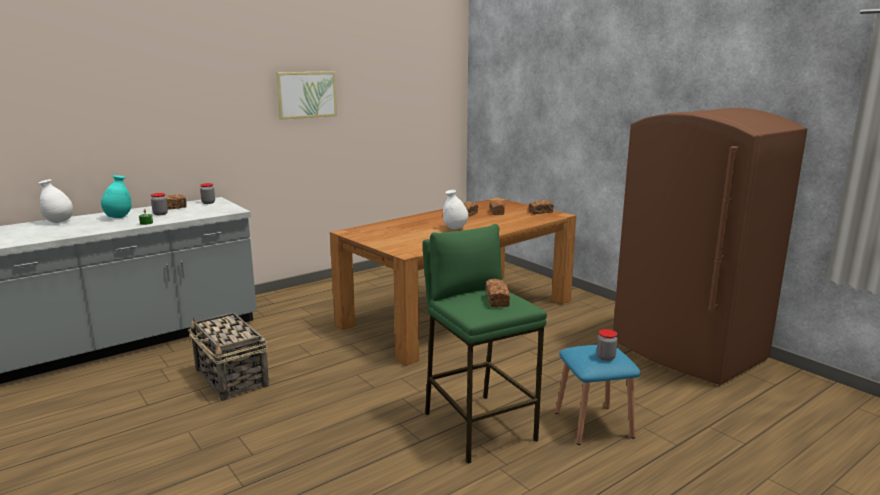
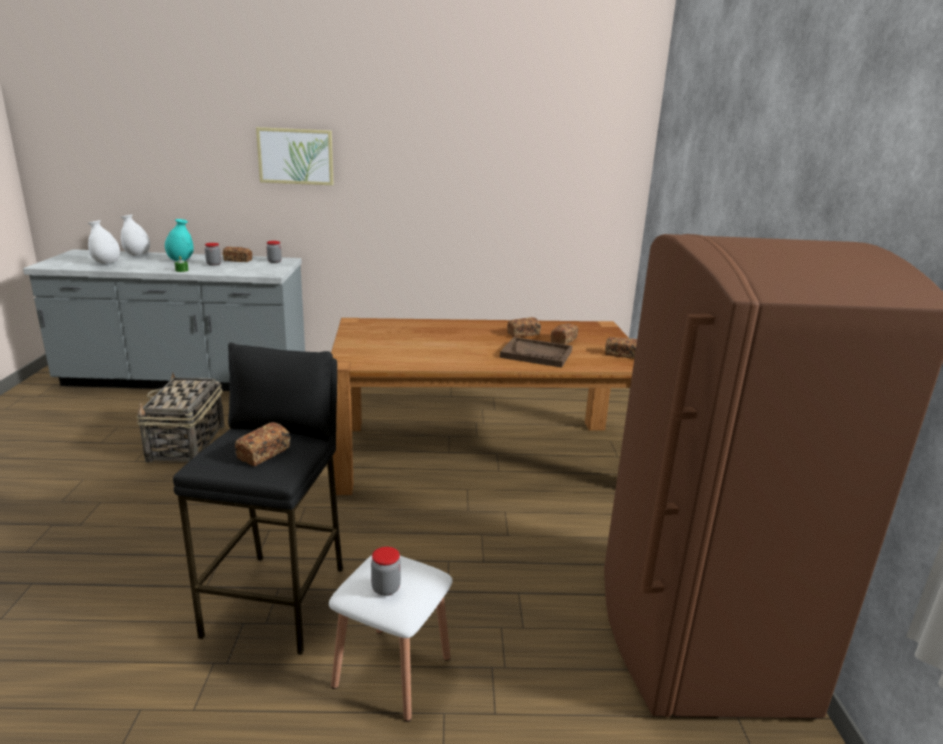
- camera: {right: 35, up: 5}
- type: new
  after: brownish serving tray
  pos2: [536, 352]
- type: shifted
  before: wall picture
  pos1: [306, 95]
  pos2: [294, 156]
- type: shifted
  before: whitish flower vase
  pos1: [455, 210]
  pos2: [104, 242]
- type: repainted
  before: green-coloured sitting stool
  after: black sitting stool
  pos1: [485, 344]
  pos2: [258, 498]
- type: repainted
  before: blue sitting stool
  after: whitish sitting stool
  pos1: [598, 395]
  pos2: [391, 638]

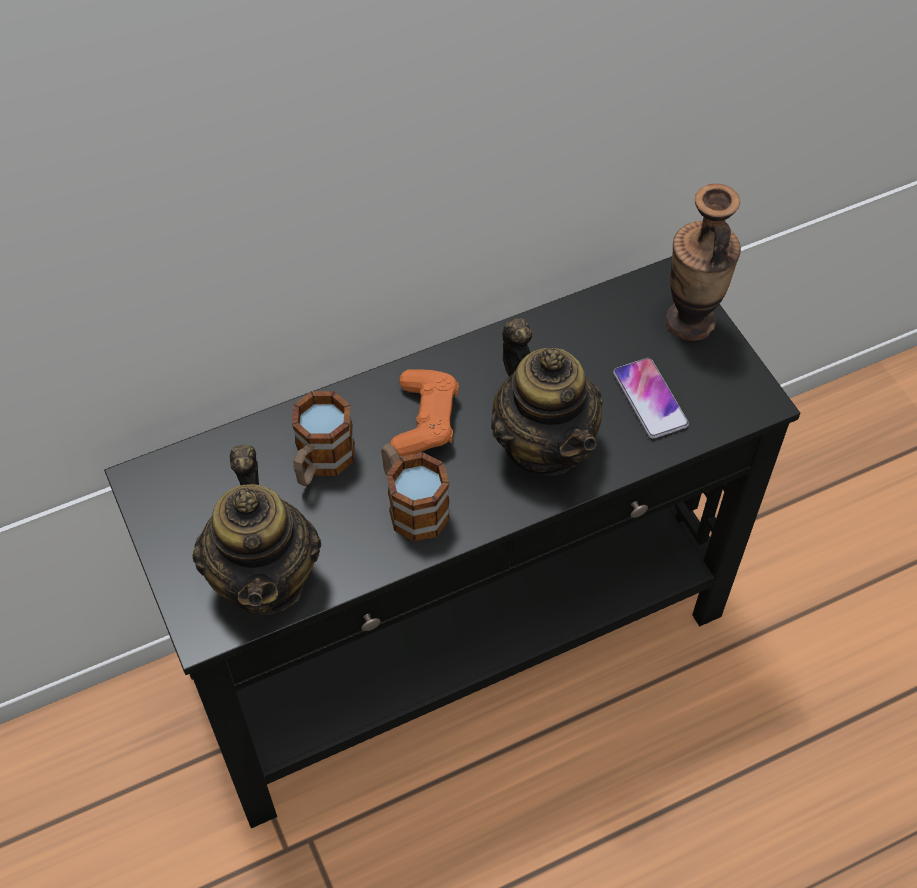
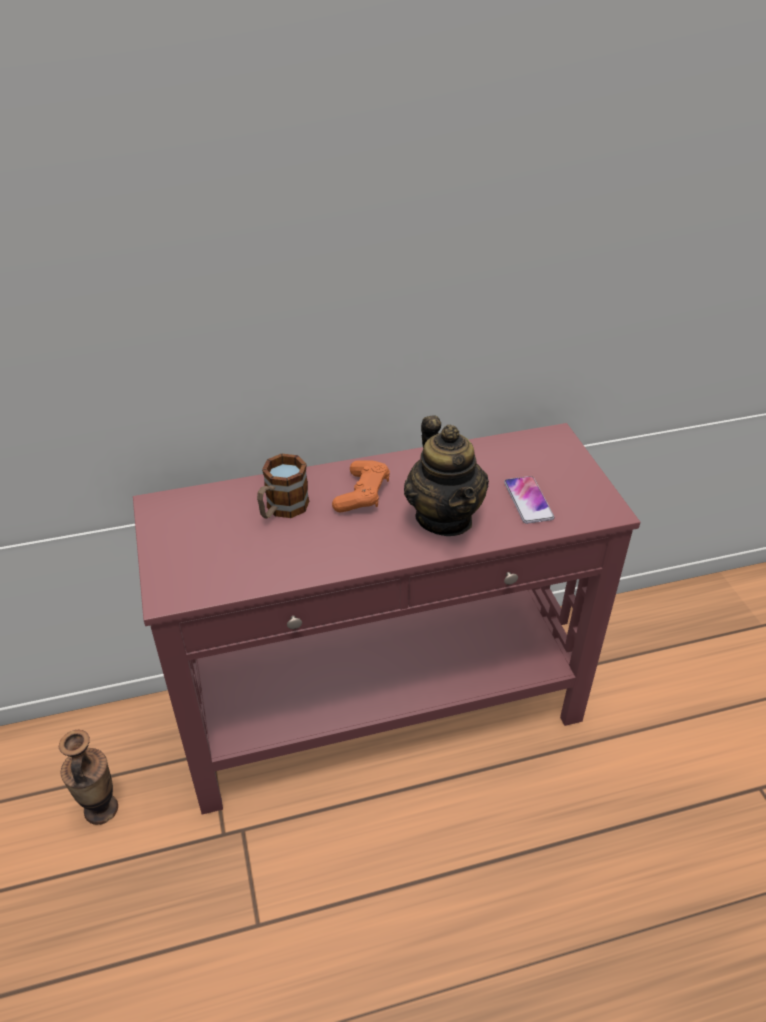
- camera: {right: 10, up: -15}
- type: gone
  before: tea pot
  pos1: [256, 530]
- type: gone
  before: tea mug
  pos1: [415, 492]
- type: shifted
  before: flower vase
  pos1: [703, 262]
  pos2: [88, 777]
- type: repainted
  before: black console table
  after: red-coloured console table
  pos1: [452, 542]
  pos2: [386, 619]

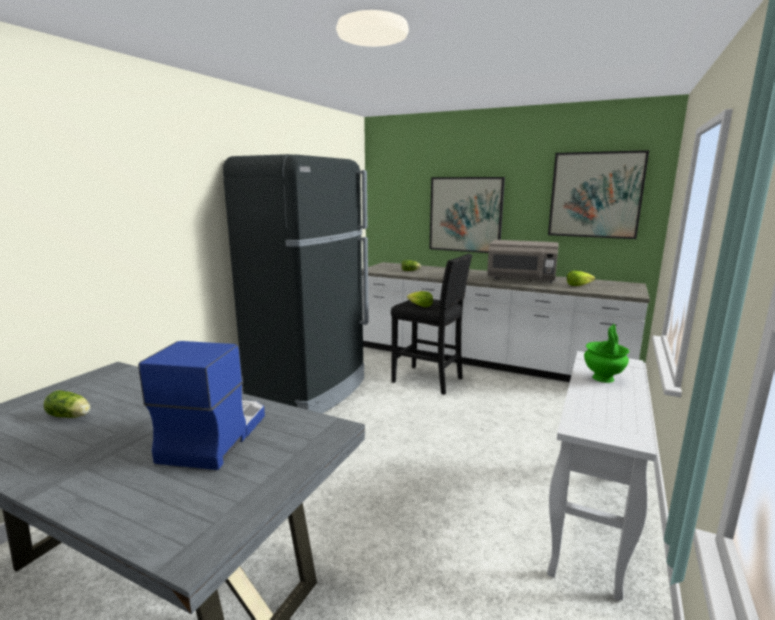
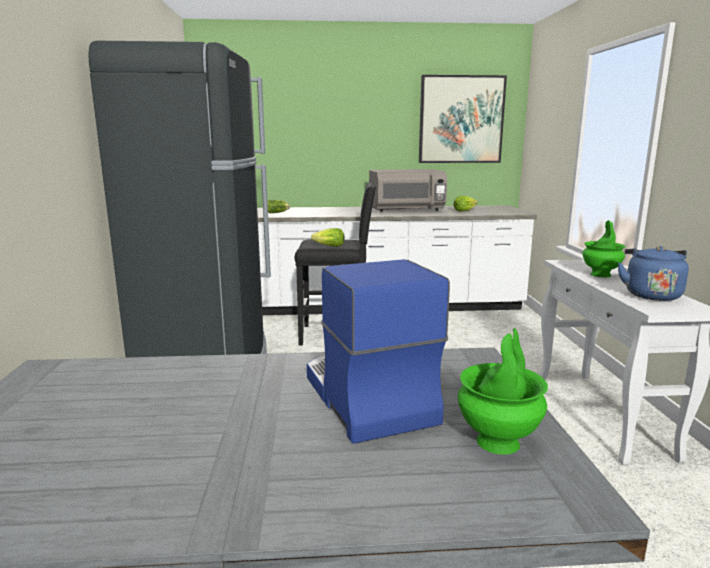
- camera: {right: -30, up: 0}
- type: gone
  before: head of lettuce
  pos1: [66, 404]
- type: gone
  before: wall picture
  pos1: [467, 215]
- type: new
  after: green-coloured flower vase
  pos2: [502, 391]
- type: new
  after: blue kettle
  pos2: [653, 273]

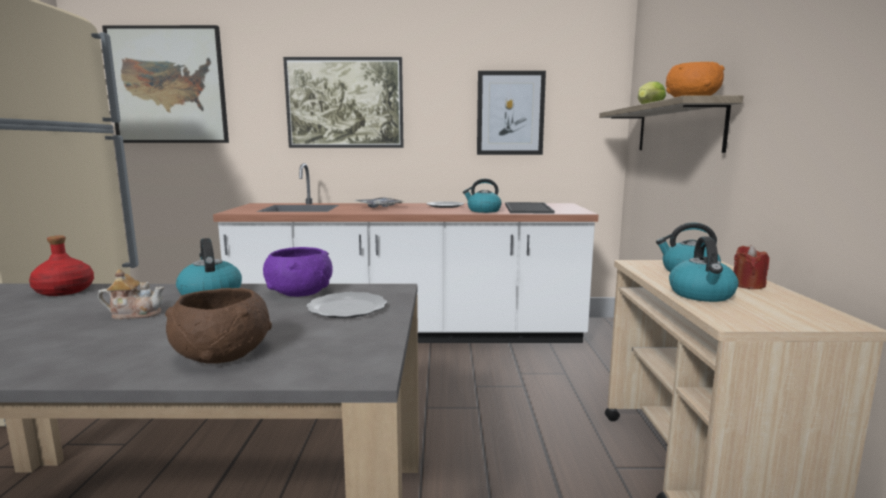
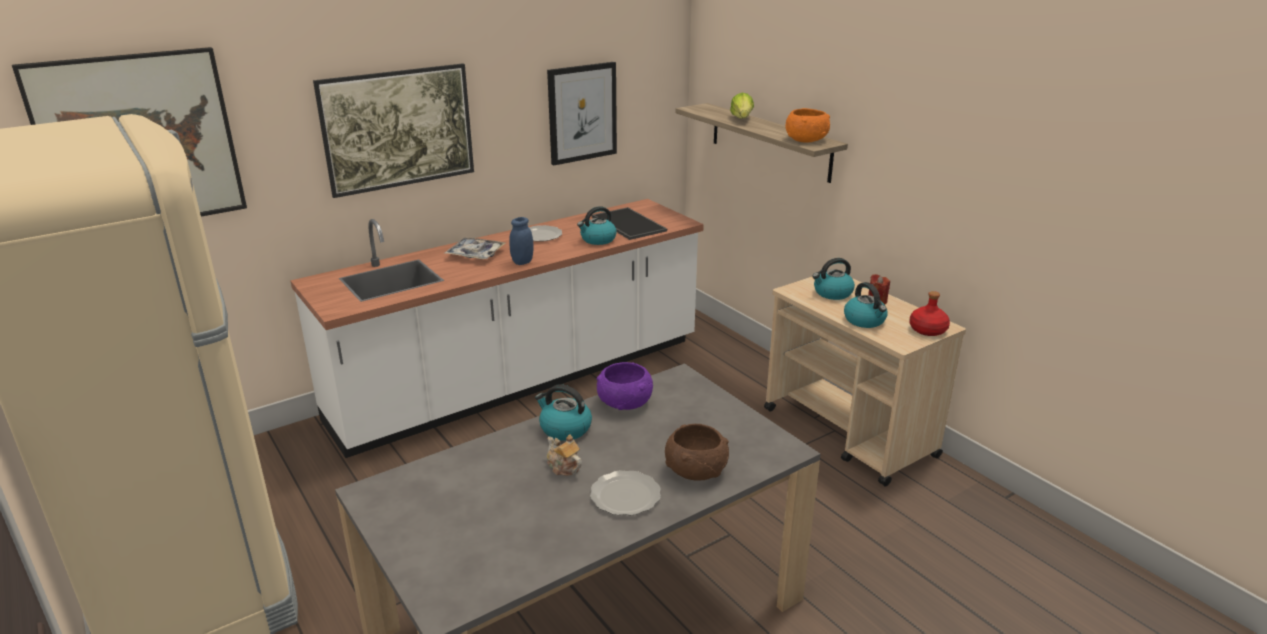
- camera: {right: -35, up: 15}
- type: new
  after: blue storage jar
  pos2: [521, 241]
- type: shifted
  before: red-coloured bottle
  pos1: [61, 266]
  pos2: [929, 313]
- type: shifted
  before: dinner plate
  pos1: [346, 305]
  pos2: [625, 492]
- type: rotated
  before: tea pot
  pos1: [131, 294]
  pos2: [564, 455]
  turn: -90

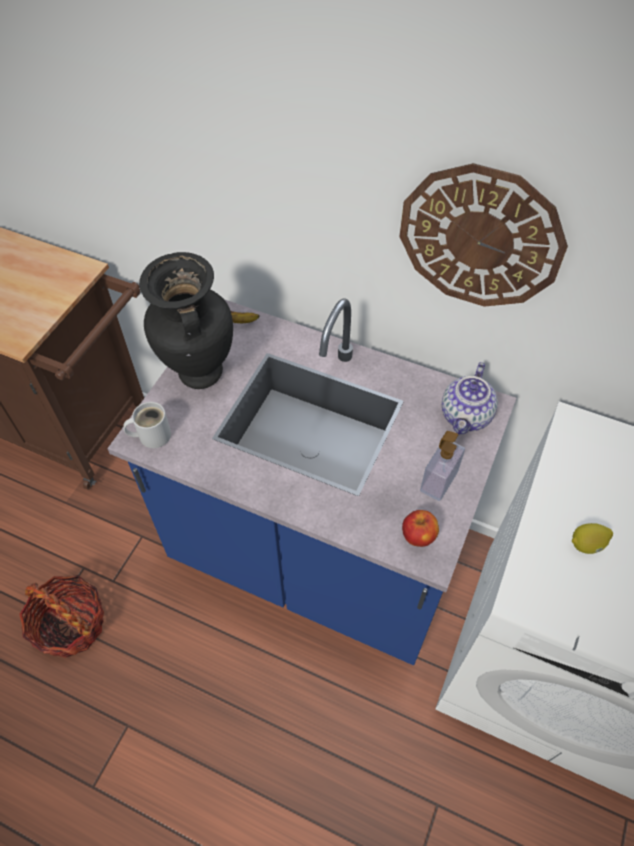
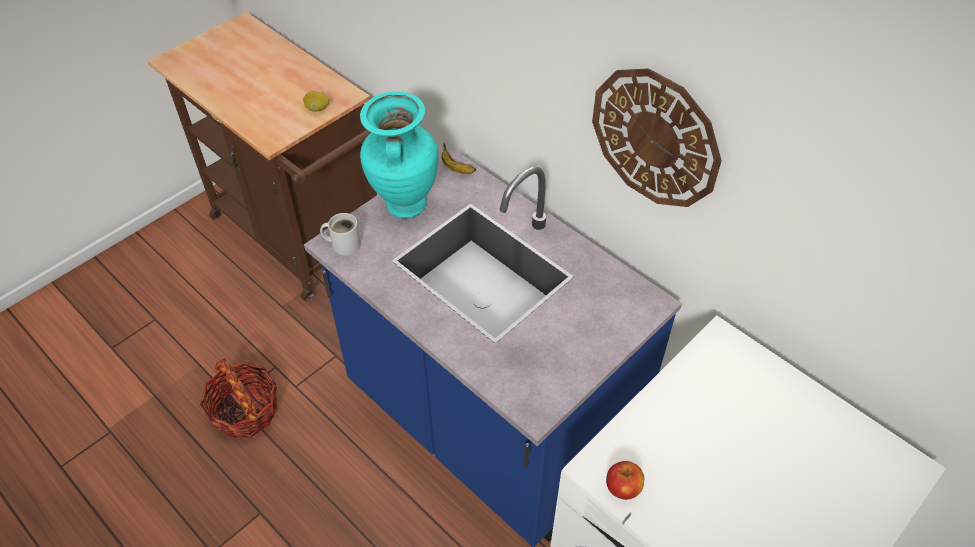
- camera: {right: 20, up: -5}
- type: gone
  before: soap dispenser
  pos1: [442, 466]
- type: gone
  before: tea pot
  pos1: [470, 398]
- type: shifted
  before: apple
  pos1: [420, 528]
  pos2: [625, 480]
- type: shifted
  before: whole lemon
  pos1: [592, 538]
  pos2: [316, 101]
- type: repainted
  before: black flower vase
  after: blue-green flower vase
  pos1: [186, 320]
  pos2: [399, 154]

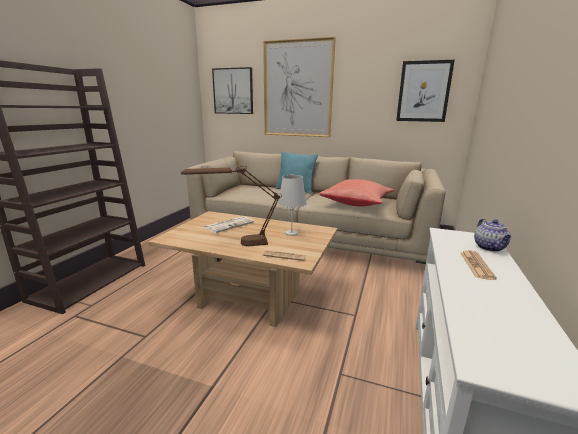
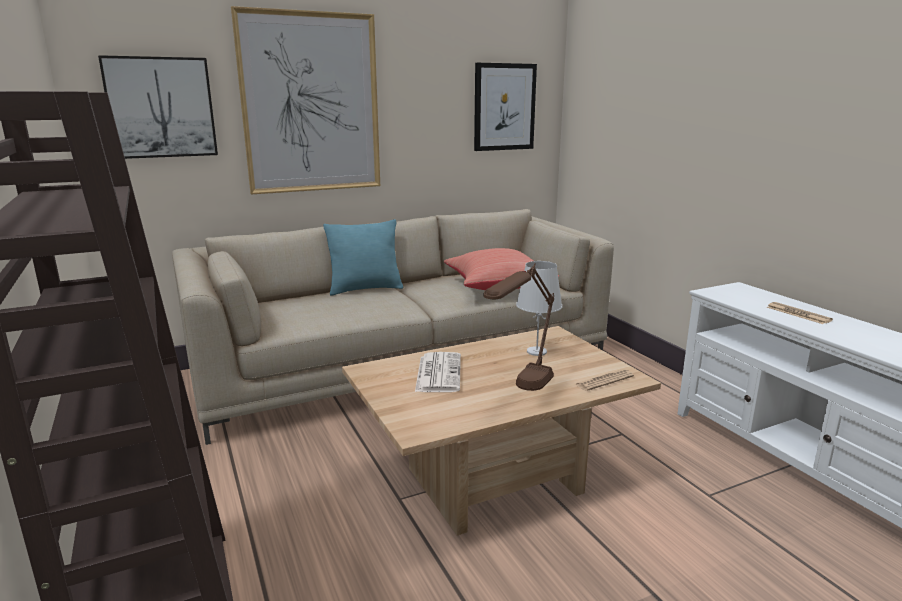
- camera: {right: -45, up: 0}
- type: gone
  before: tea pot
  pos1: [493, 235]

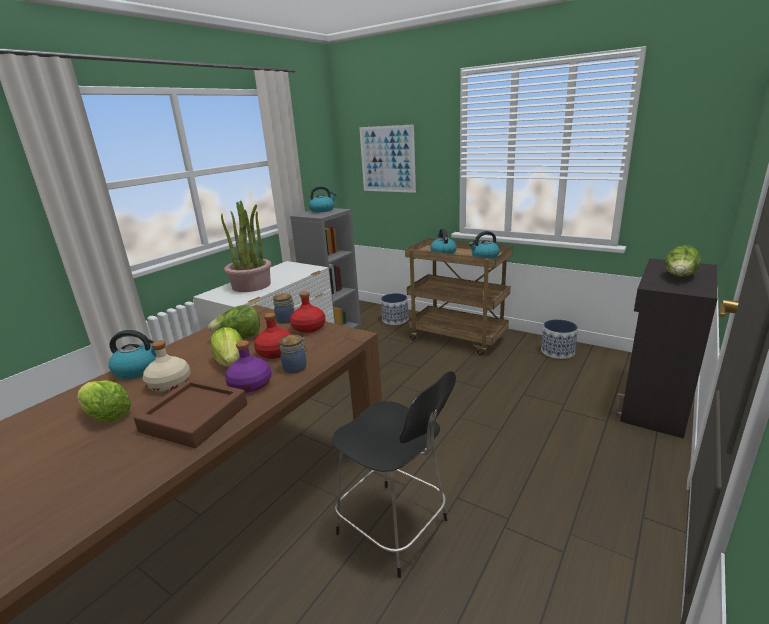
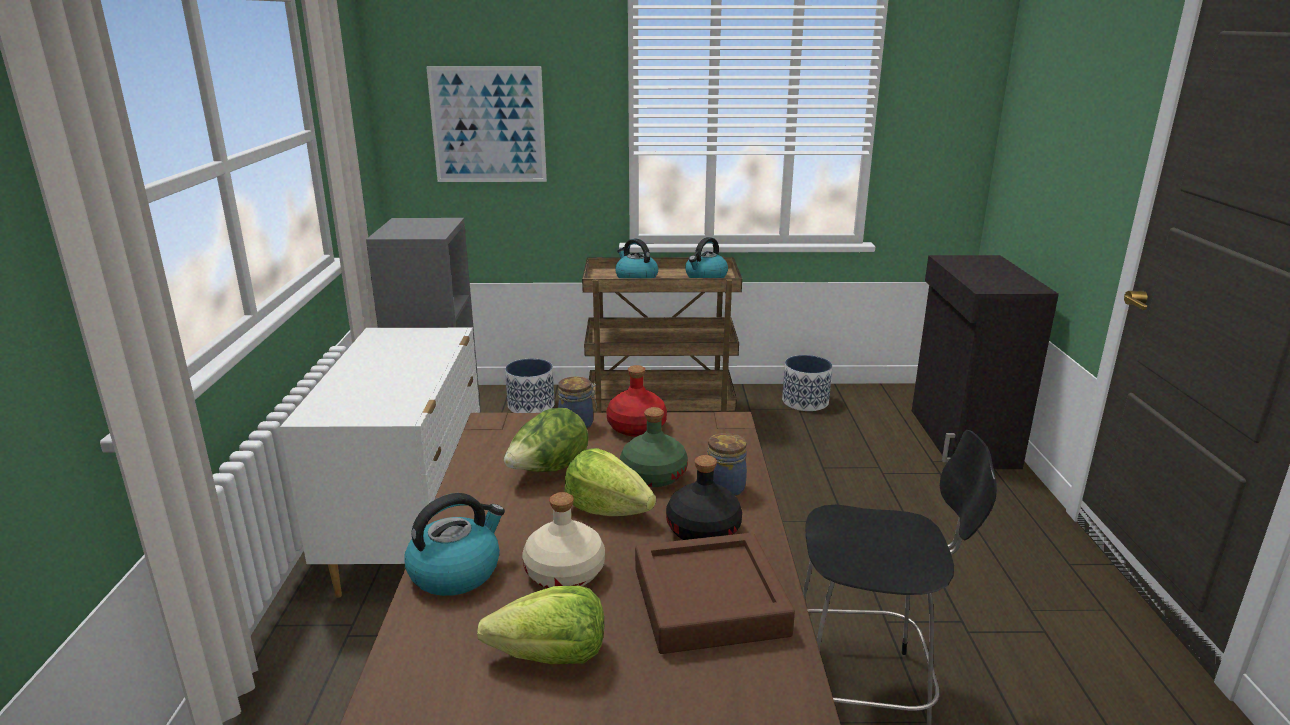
- camera: {right: -35, up: 0}
- type: gone
  before: houseplant
  pos1: [246, 246]
- type: gone
  before: kettle
  pos1: [322, 199]
- type: gone
  before: head of lettuce
  pos1: [683, 261]
- type: repainted
  before: purple bottle
  after: black bottle
  pos1: [248, 366]
  pos2: [704, 497]
- type: repainted
  before: red-coloured bottle
  after: green-coloured bottle
  pos1: [272, 336]
  pos2: [654, 447]

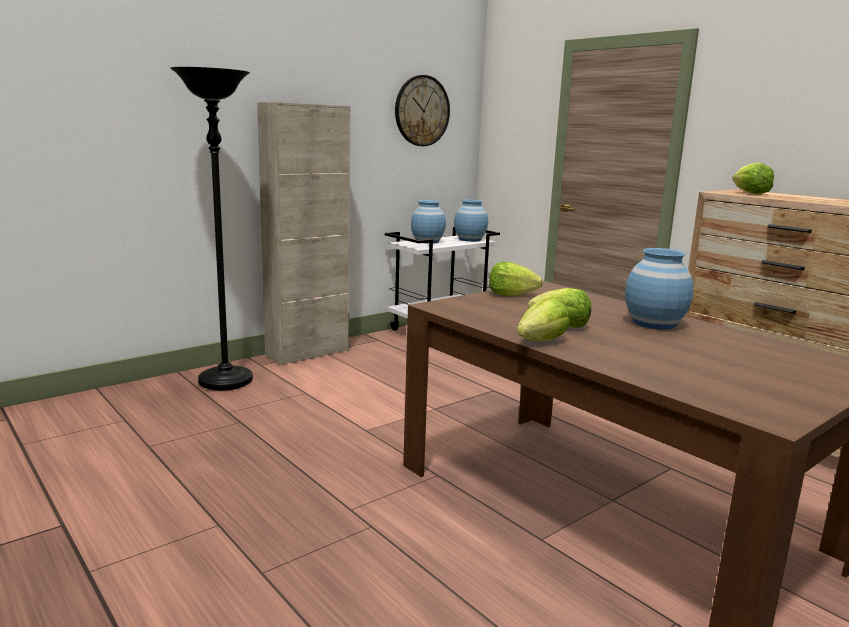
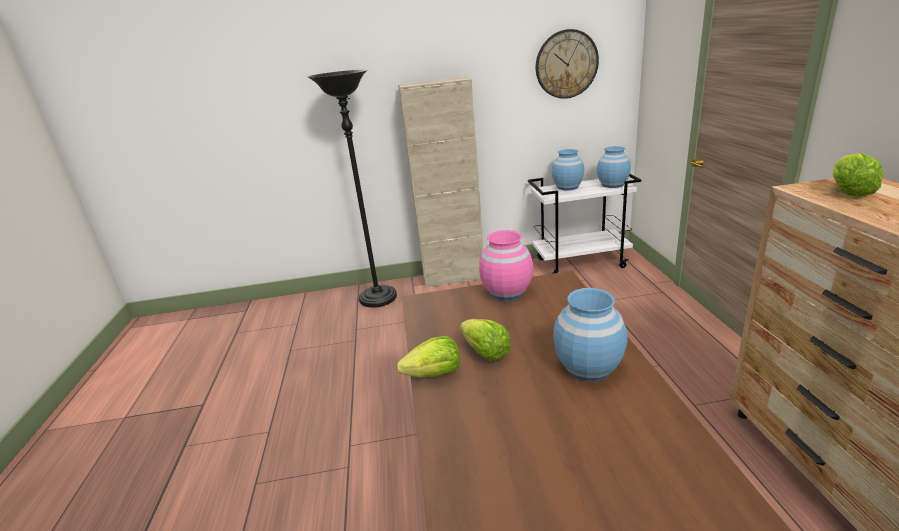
- camera: {right: 35, up: 10}
- type: swapped
  before: head of lettuce
  after: pink-coloured flower vase
  pos1: [516, 278]
  pos2: [506, 265]

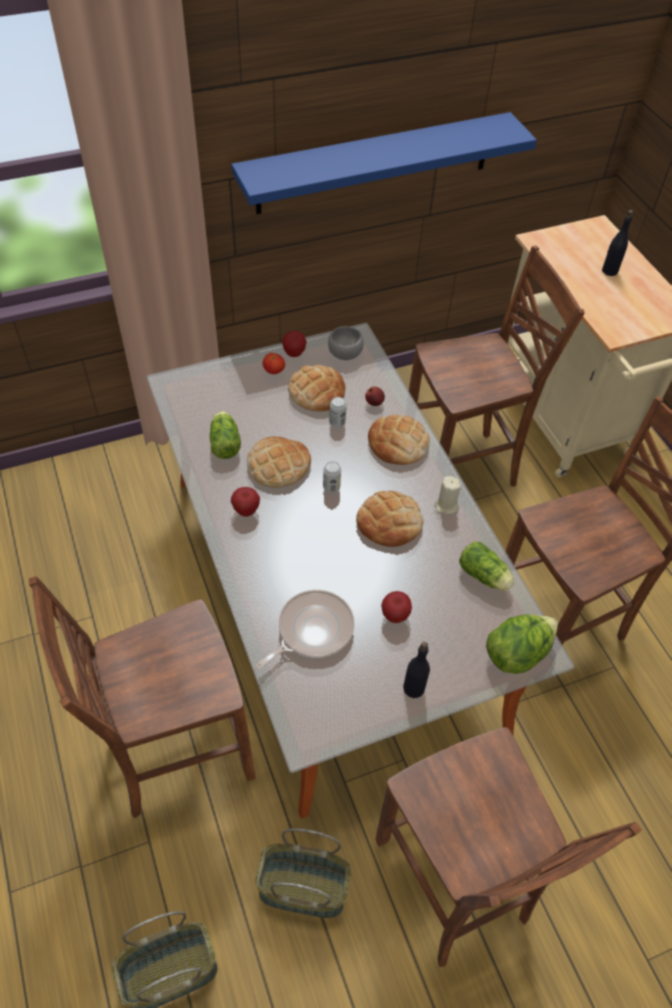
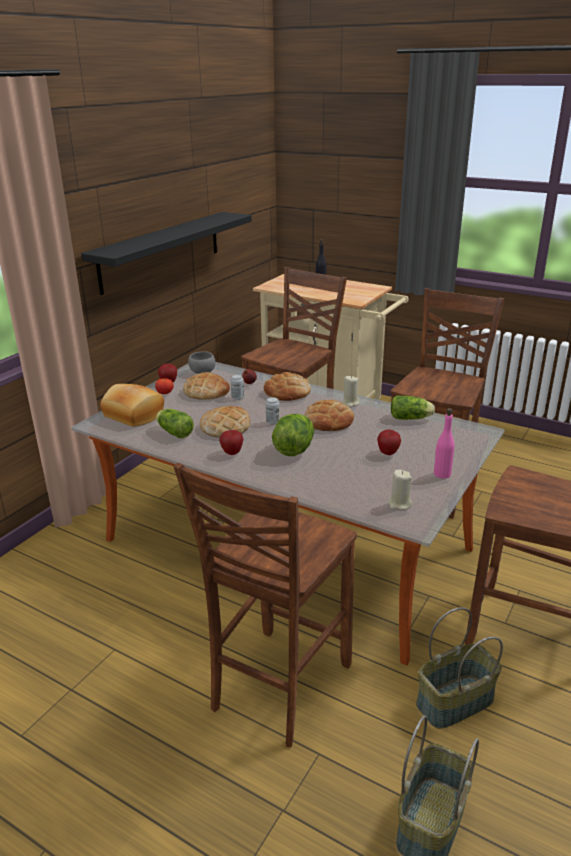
- camera: {right: -35, up: -25}
- type: gone
  before: skillet
  pos1: [305, 629]
- type: new
  after: baked bread
  pos2: [132, 405]
- type: new
  after: beige wax candle
  pos2: [400, 490]
- type: shifted
  before: head of lettuce
  pos1: [522, 644]
  pos2: [293, 435]
- type: repainted
  before: blue wall shelf
  after: black wall shelf
  pos1: [384, 163]
  pos2: [166, 253]
- type: repainted
  before: black bottle
  after: pink-coloured bottle
  pos1: [416, 670]
  pos2: [444, 443]

